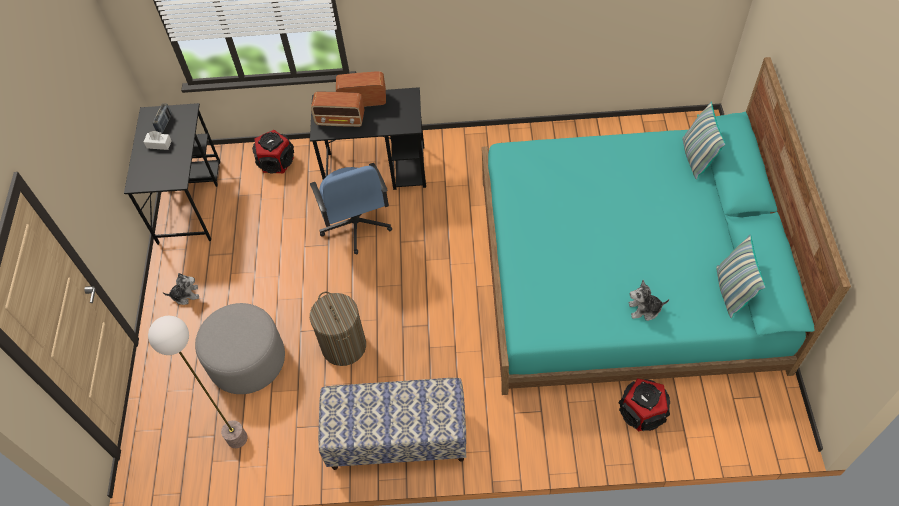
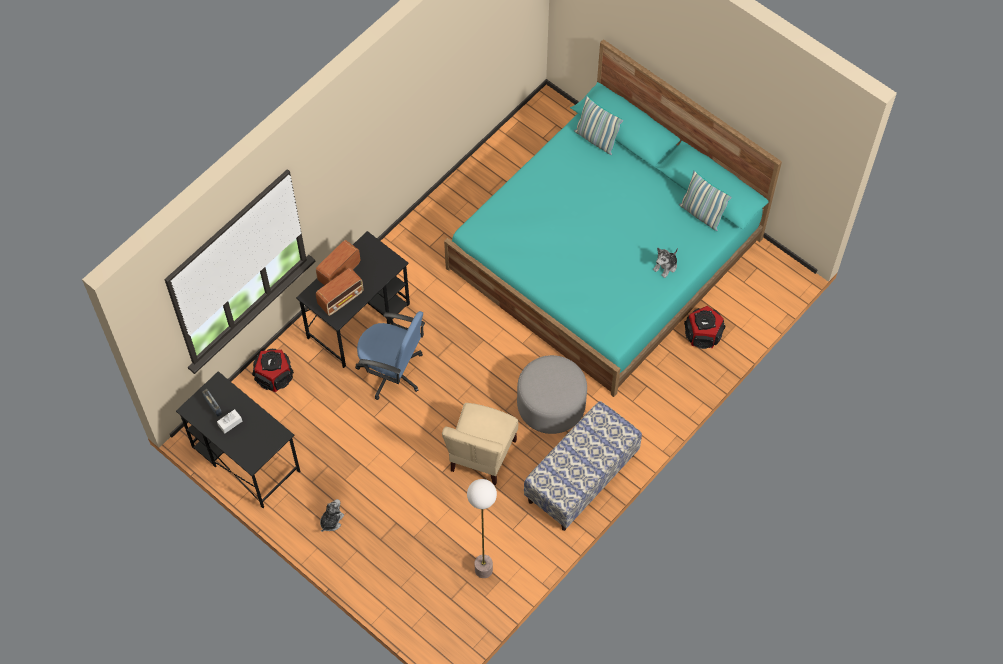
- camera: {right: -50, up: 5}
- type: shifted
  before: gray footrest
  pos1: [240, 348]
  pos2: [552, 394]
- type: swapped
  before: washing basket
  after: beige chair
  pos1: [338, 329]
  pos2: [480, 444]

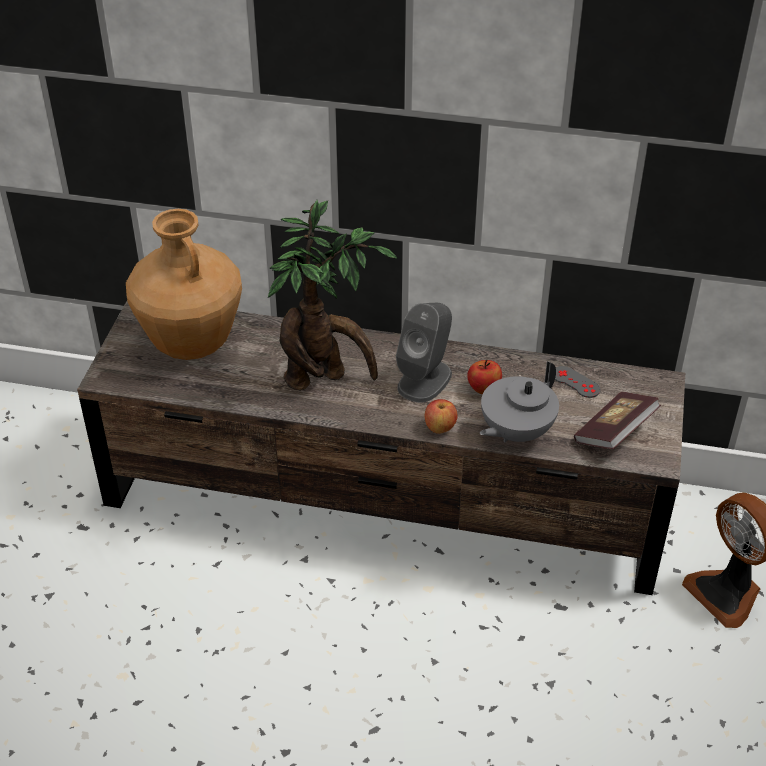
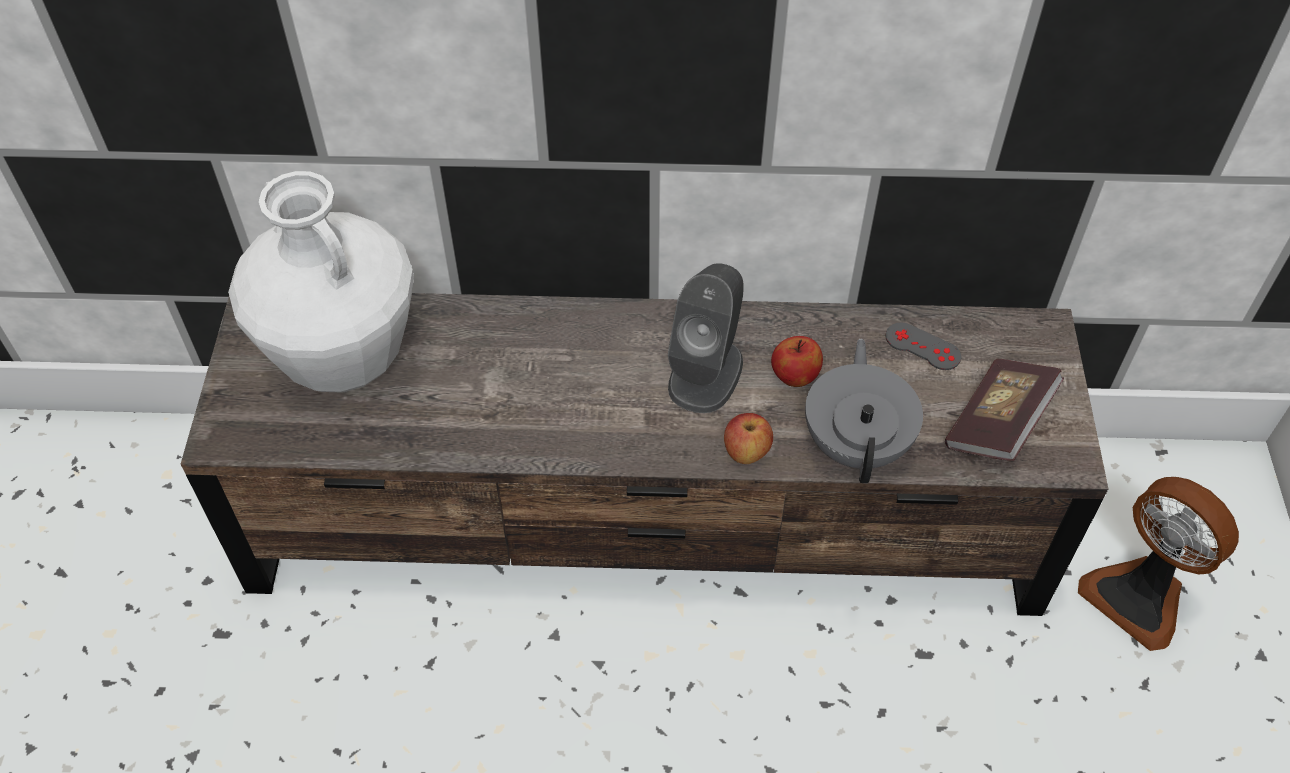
- camera: {right: -10, up: 10}
- type: gone
  before: houseplant
  pos1: [333, 295]
- type: repainted
  before: brownish flower vase
  after: whitish flower vase
  pos1: [184, 284]
  pos2: [321, 282]
- type: rotated
  before: gray tea pot
  pos1: [519, 401]
  pos2: [864, 411]
  turn: 150

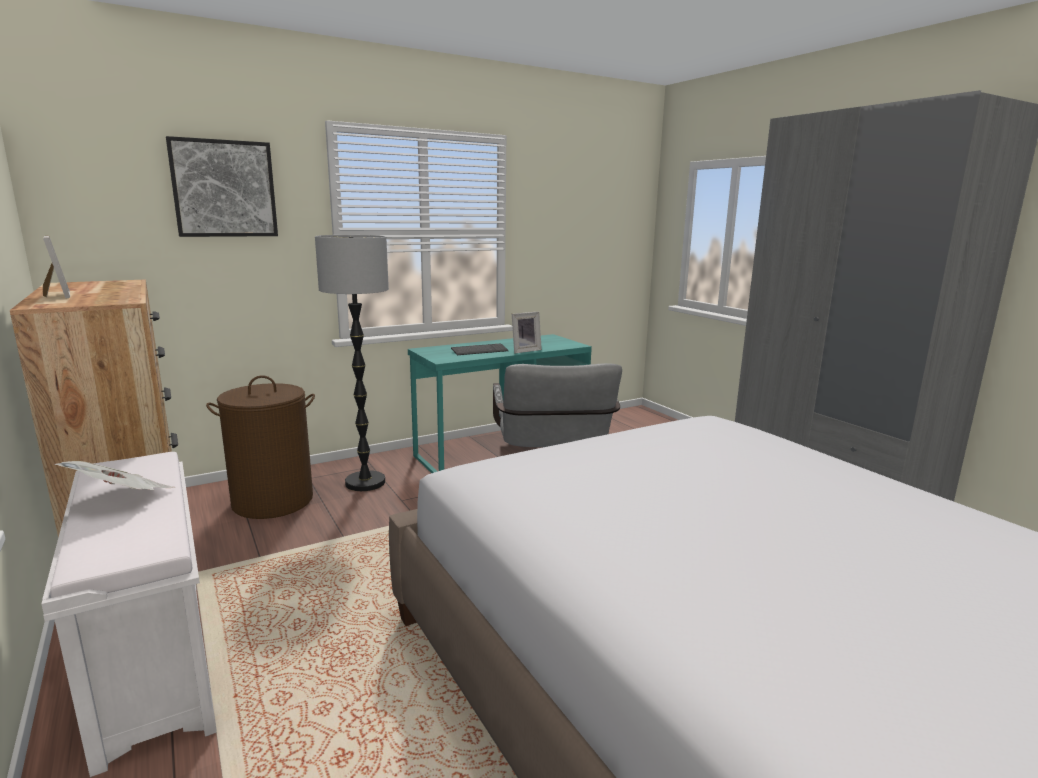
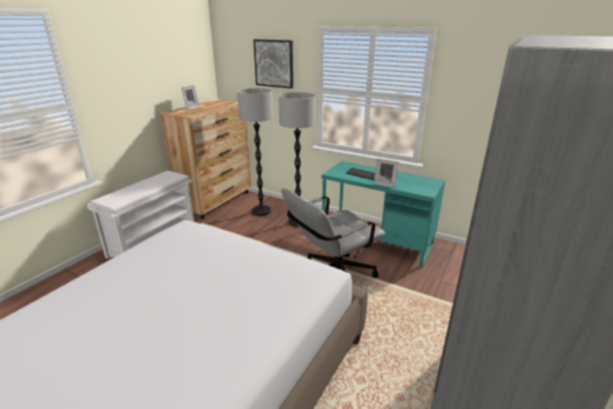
- camera: {right: 60, up: 10}
- type: gone
  before: newspaper
  pos1: [114, 475]
- type: swapped
  before: brownish washing basket
  after: standing lamp
  pos1: [260, 447]
  pos2: [255, 152]

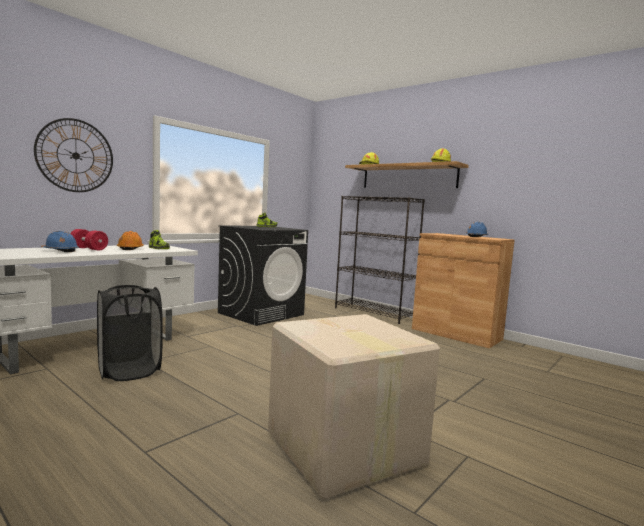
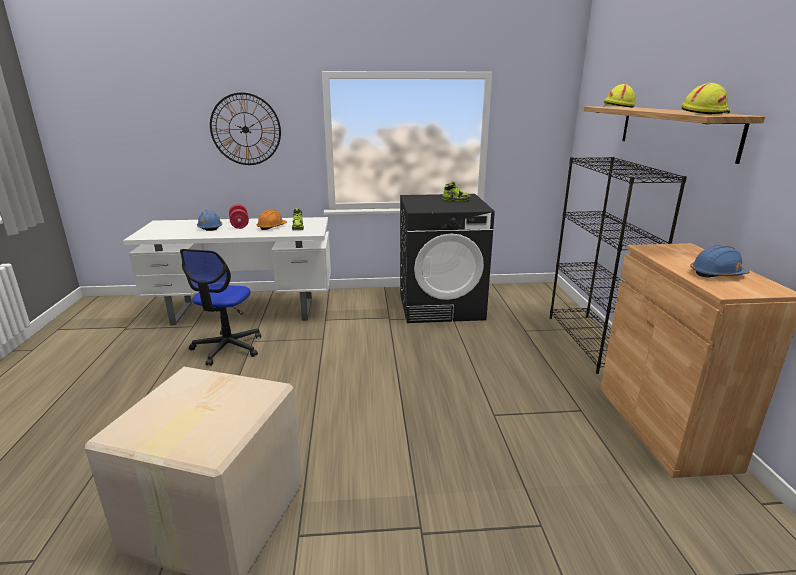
- camera: {right: 45, up: 15}
- type: swapped
  before: black washing basket
  after: computer chair
  pos1: [130, 333]
  pos2: [220, 307]

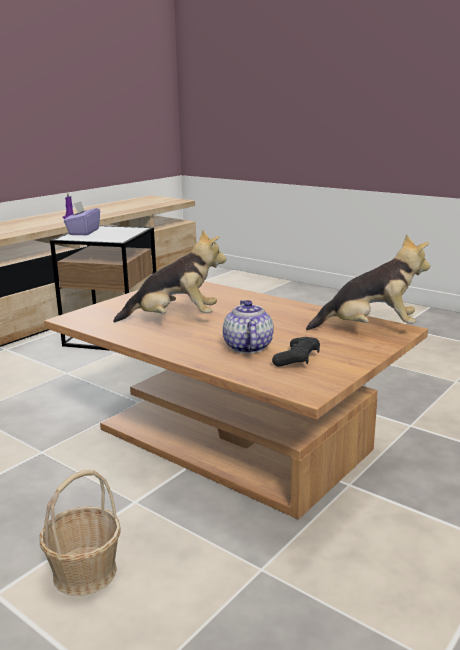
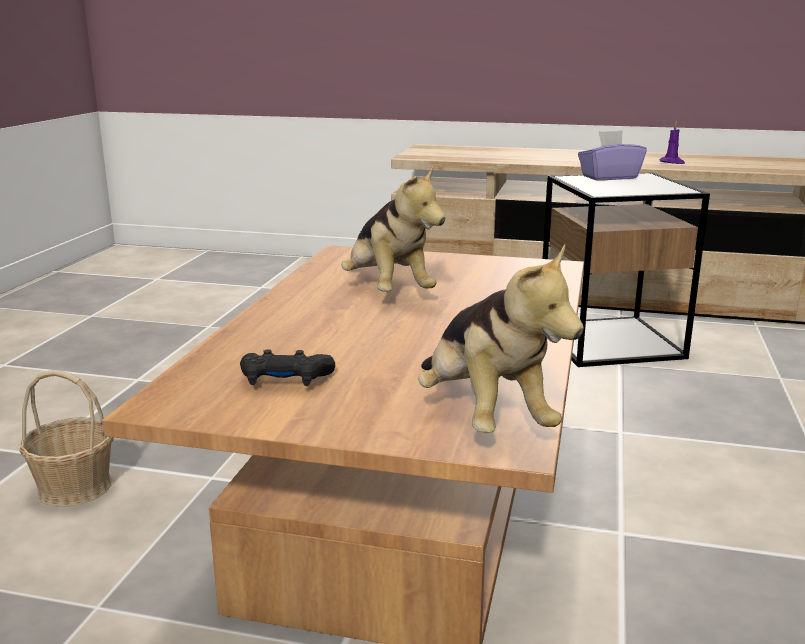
- camera: {right: 65, up: 0}
- type: gone
  before: tea pot
  pos1: [248, 327]

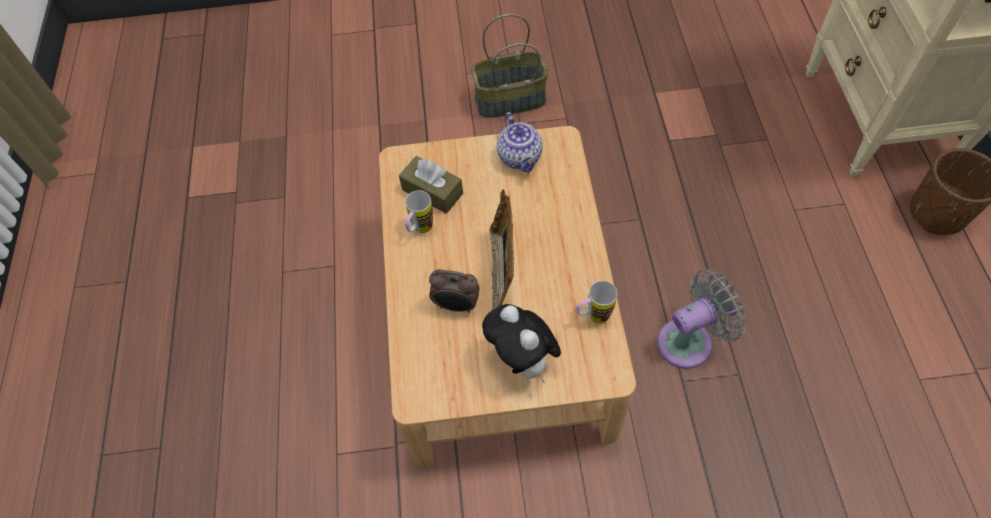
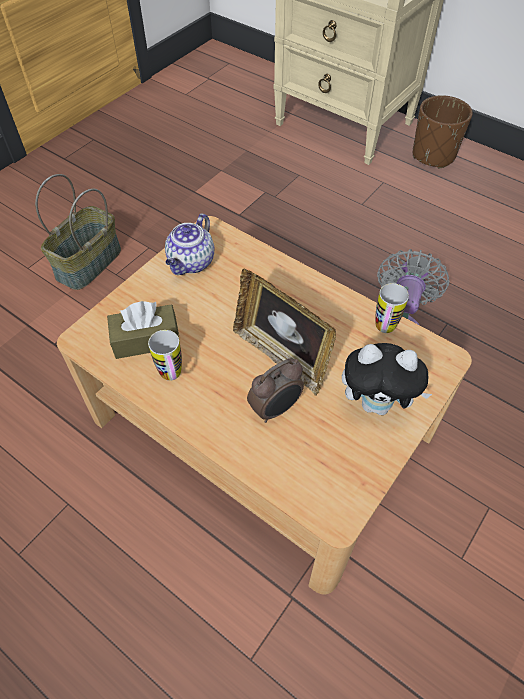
- camera: {right: -50, up: -5}
- type: rotated
  before: tea pot
  pos1: [520, 142]
  pos2: [189, 244]
  turn: 90

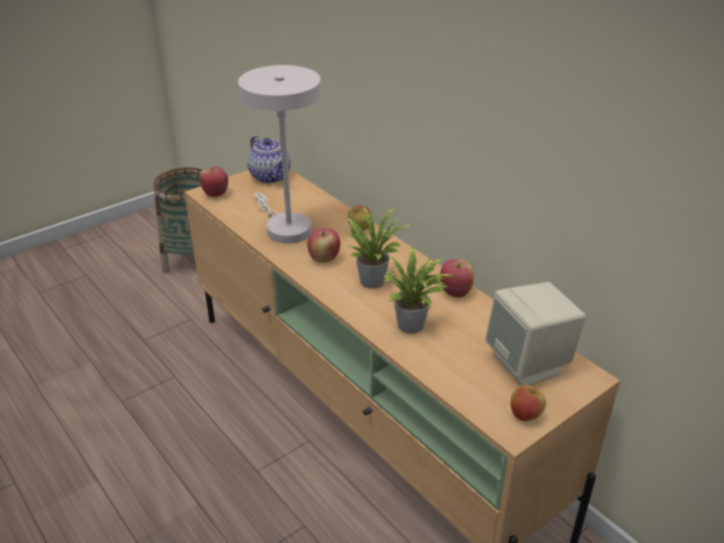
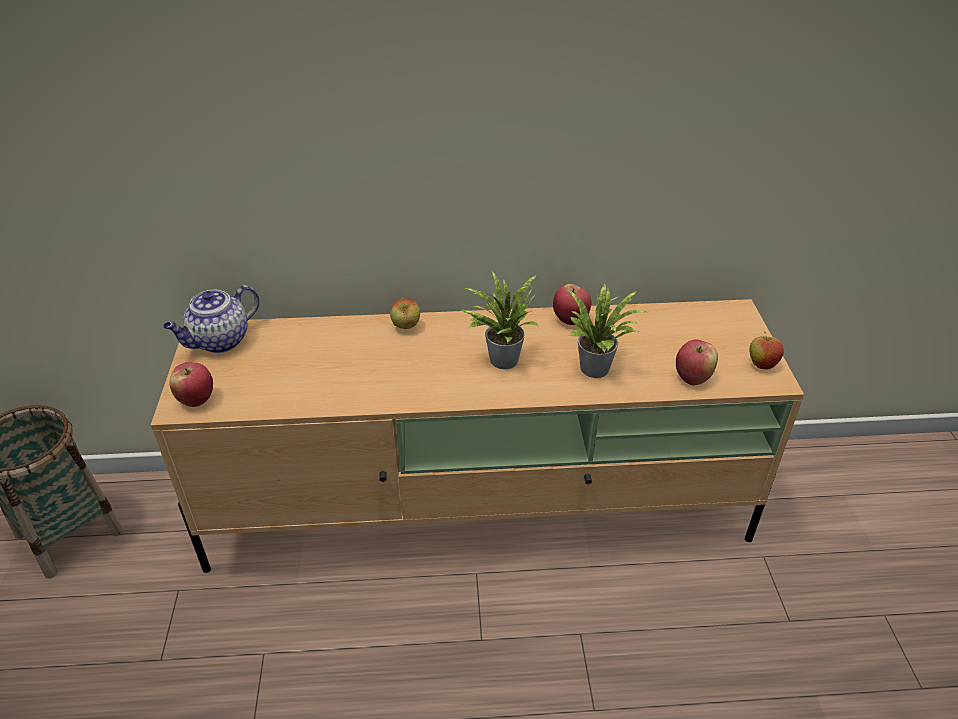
- camera: {right: -55, up: 5}
- type: gone
  before: whitish tabletop lamp
  pos1: [279, 154]
- type: gone
  before: beige audio speaker
  pos1: [535, 333]
- type: shifted
  before: apple
  pos1: [323, 245]
  pos2: [697, 362]
- type: rotated
  before: tea pot
  pos1: [269, 159]
  pos2: [211, 319]
  turn: 135

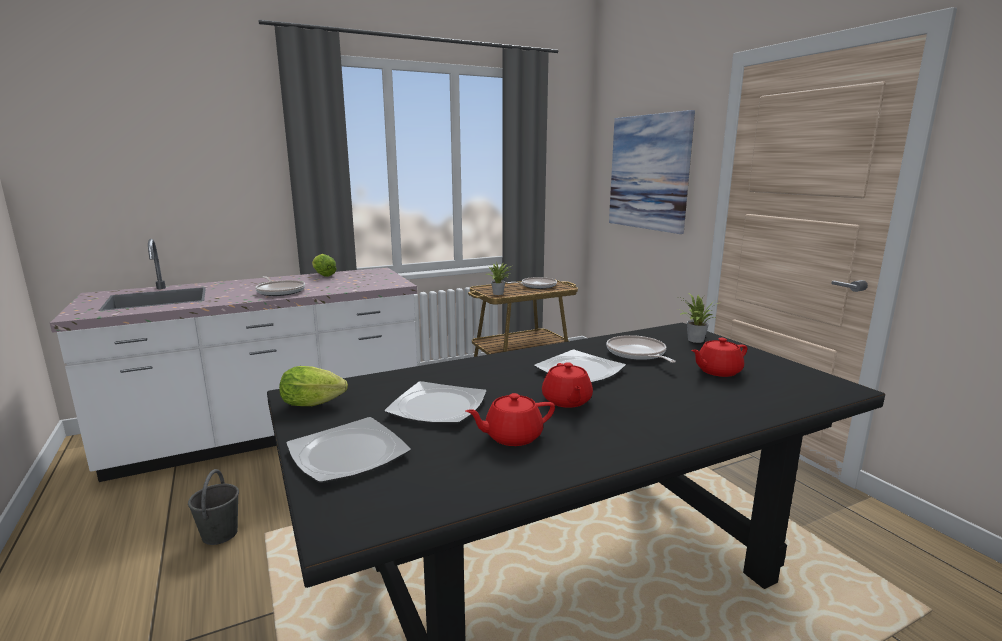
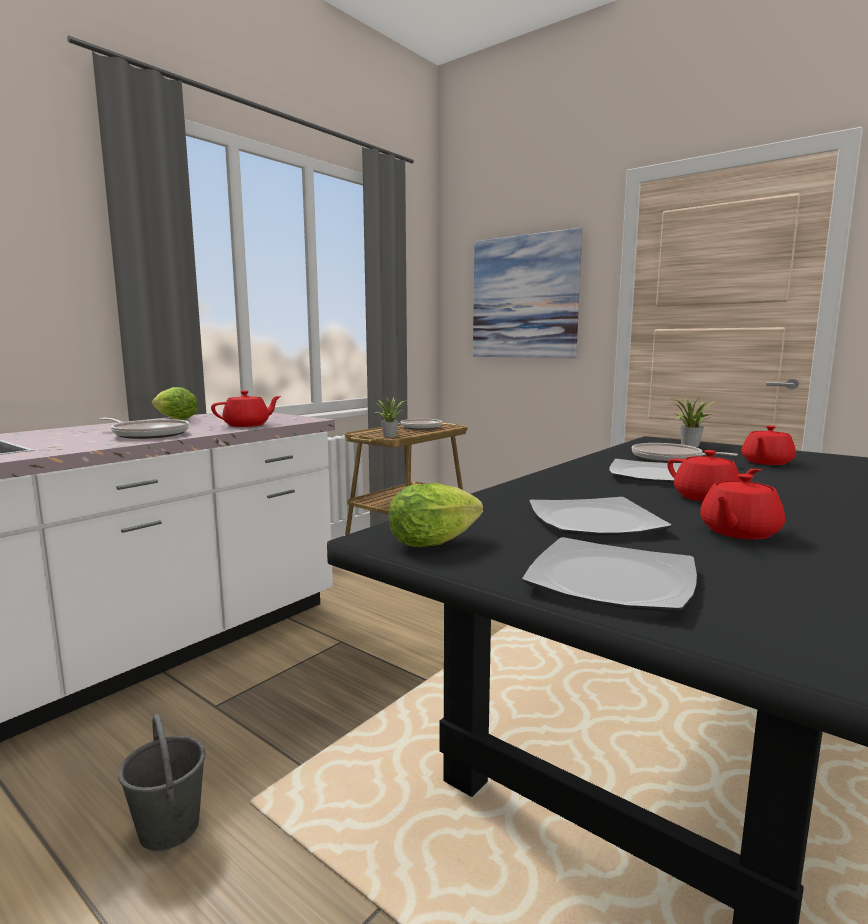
- camera: {right: -25, up: -5}
- type: new
  after: red-coloured tea pot
  pos2: [246, 409]

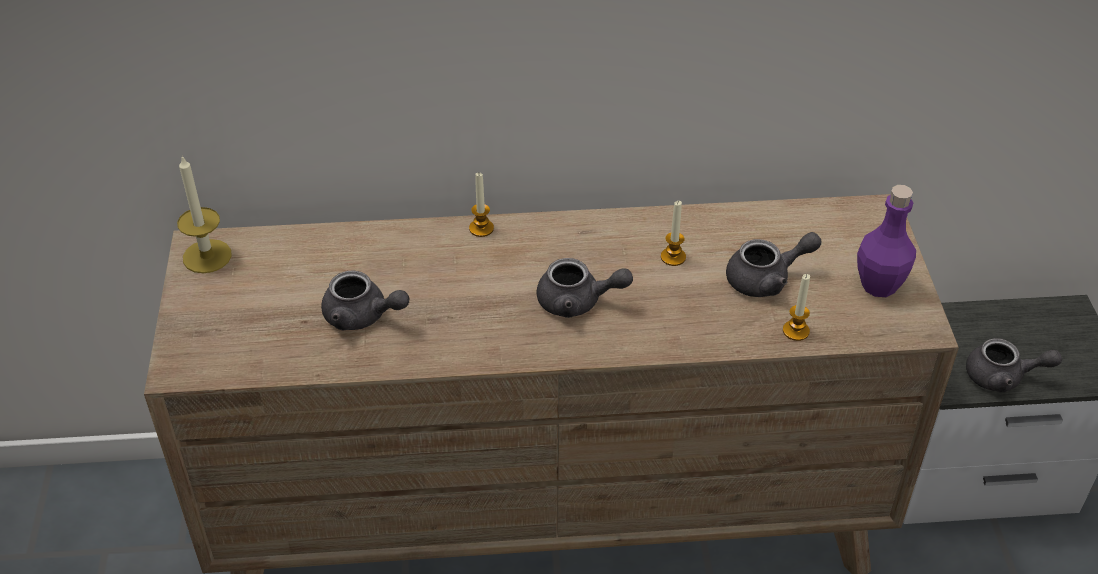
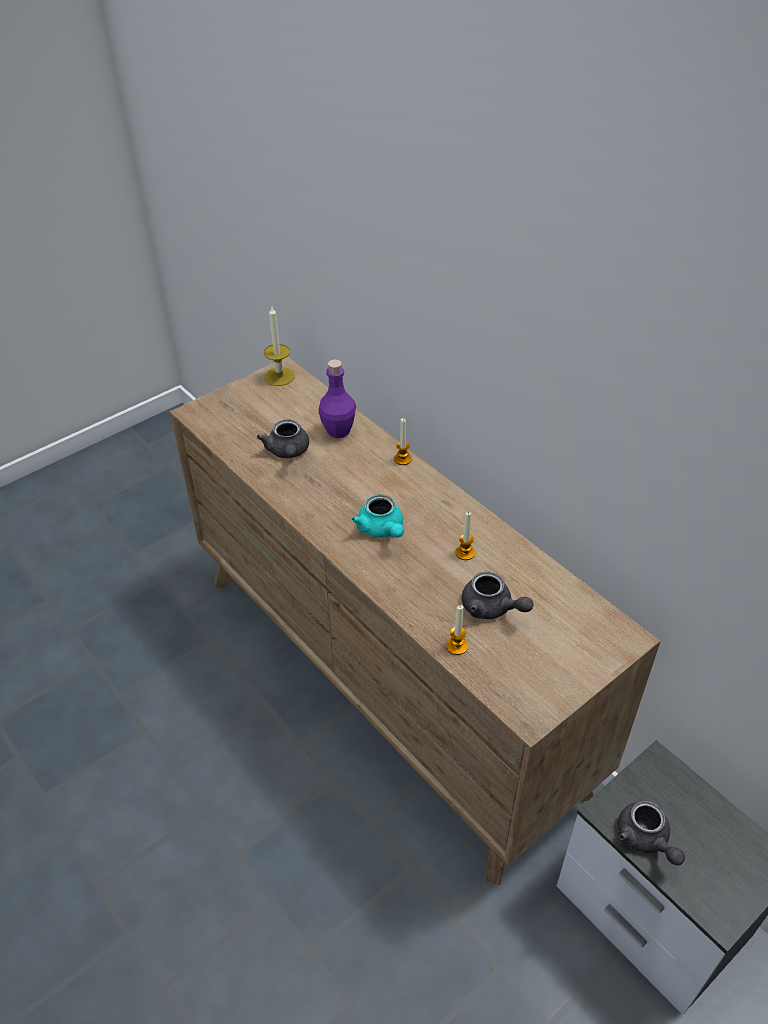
- camera: {right: 55, up: 0}
- type: shifted
  before: purple bottle
  pos1: [886, 241]
  pos2: [337, 398]
- type: repainted
  before: gray tea pot
  after: blue-green tea pot
  pos1: [584, 288]
  pos2: [377, 516]

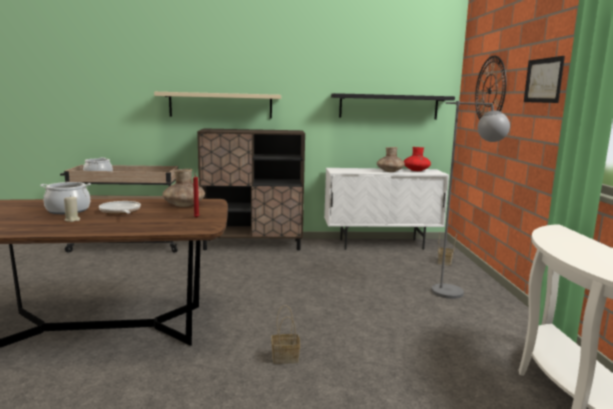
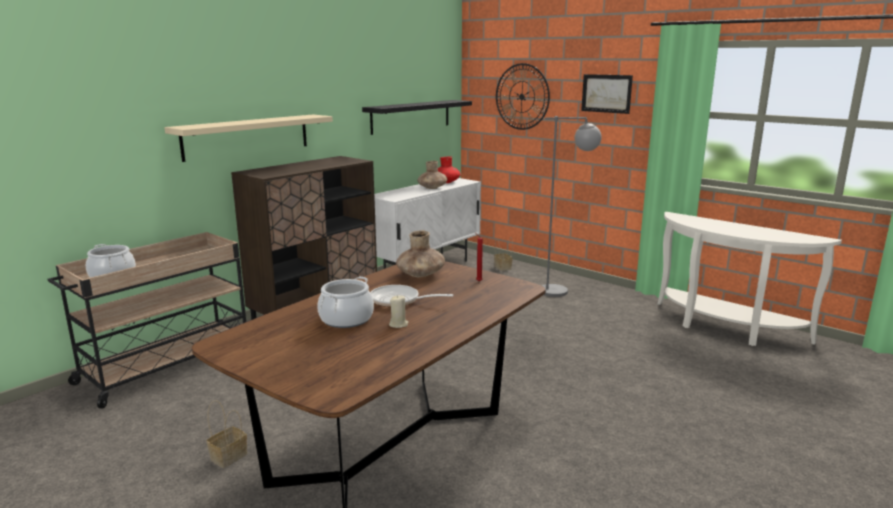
- camera: {right: -45, up: 5}
- type: shifted
  before: storage basket
  pos1: [285, 334]
  pos2: [226, 434]

